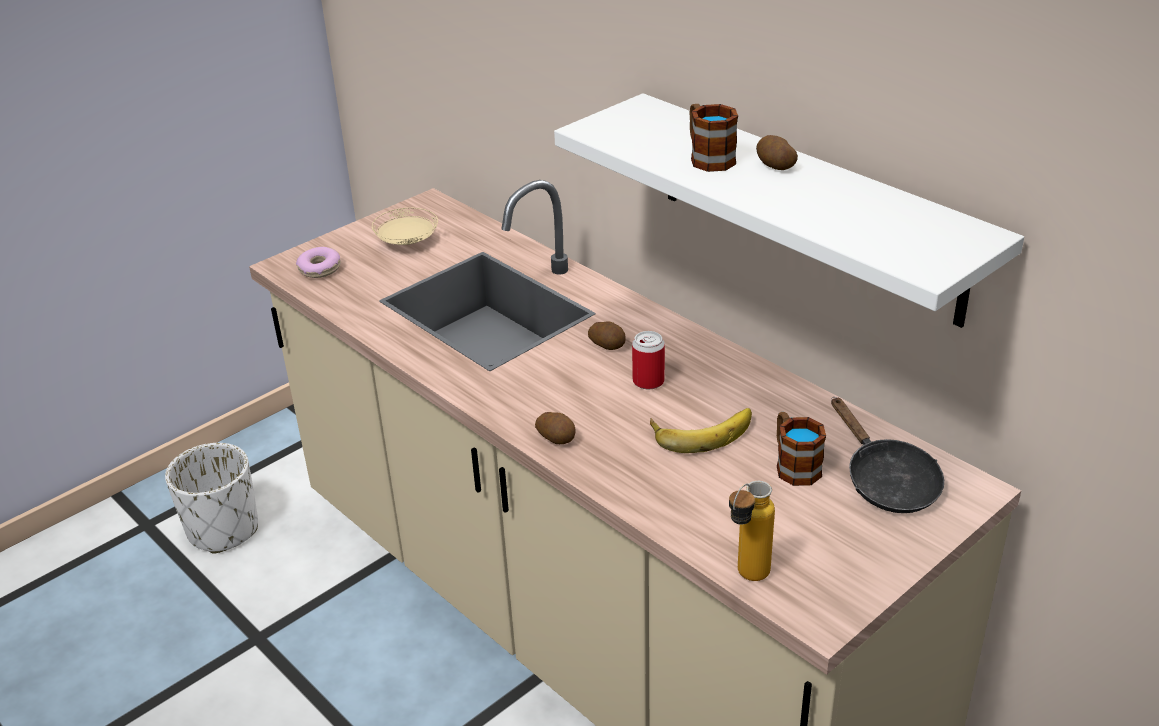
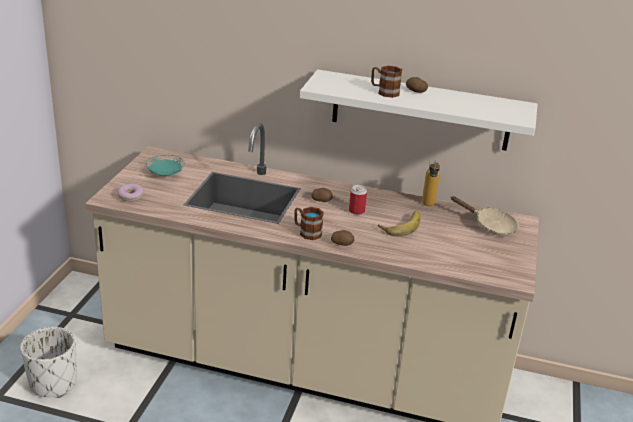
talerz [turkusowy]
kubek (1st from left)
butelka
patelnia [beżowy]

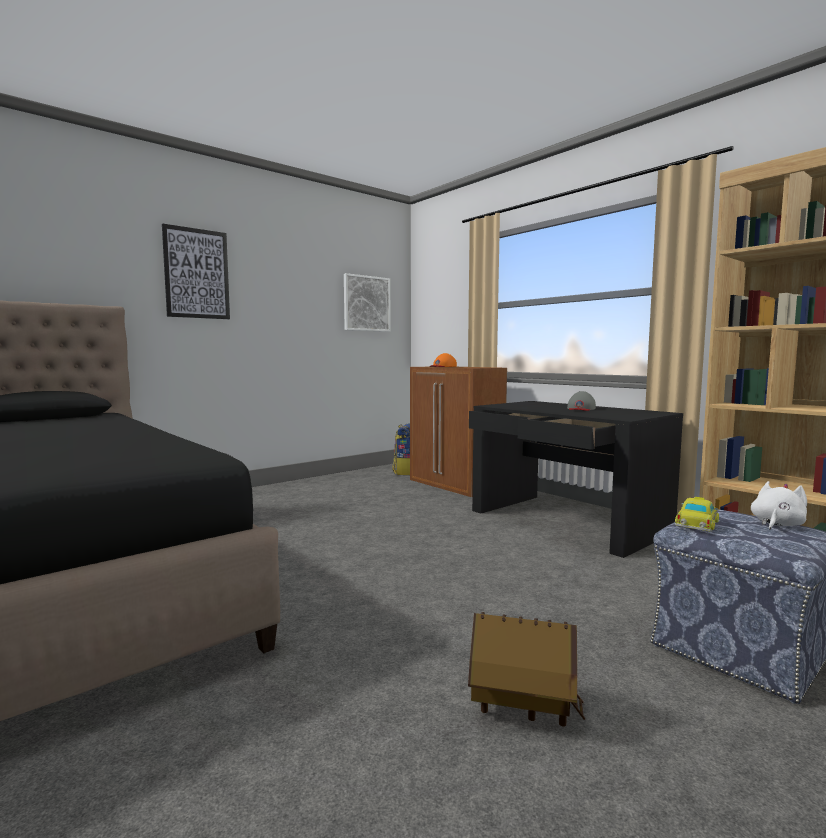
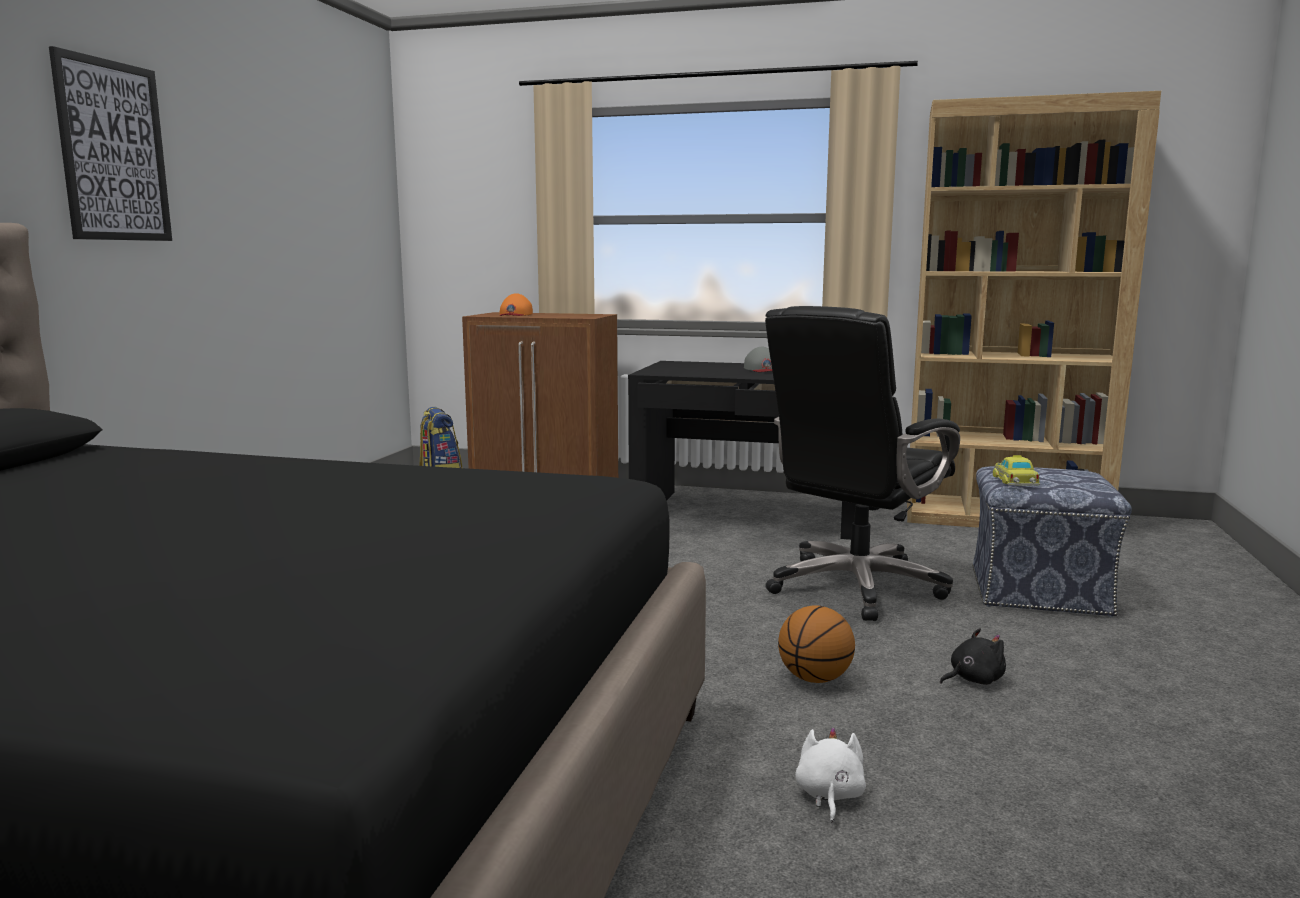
krzesło biurowe [czarny]
piłka do koszykówki
pluszak [biały]
pluszak [czarny]
obraz (2nd from left in the first image)

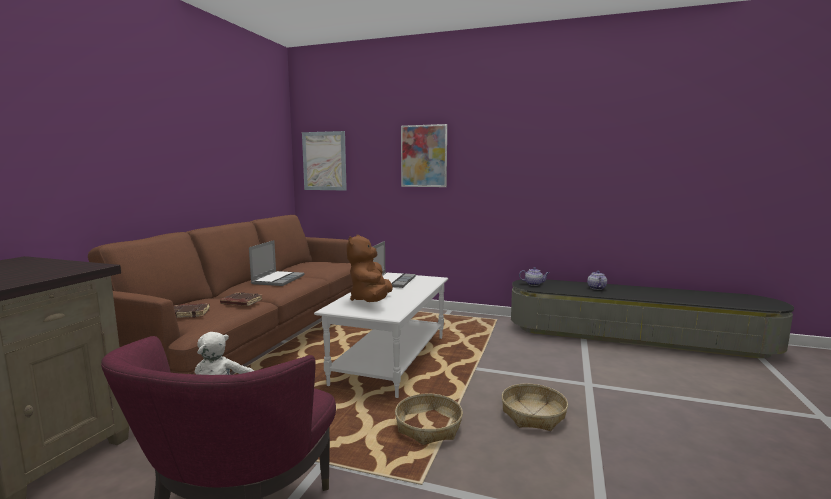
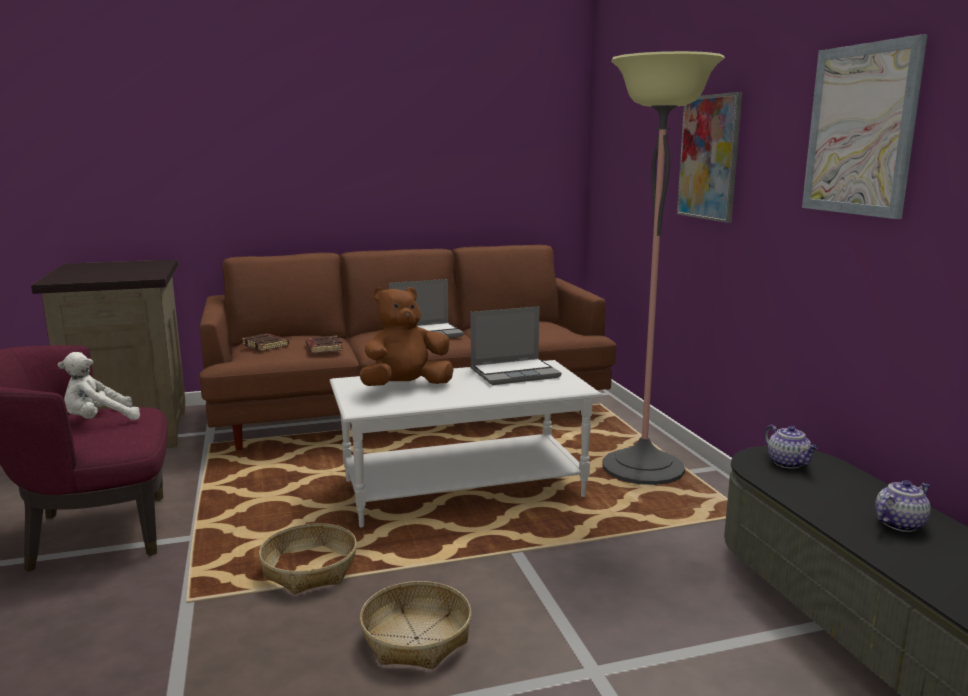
lampa stojąca
obraz (2nd from left)

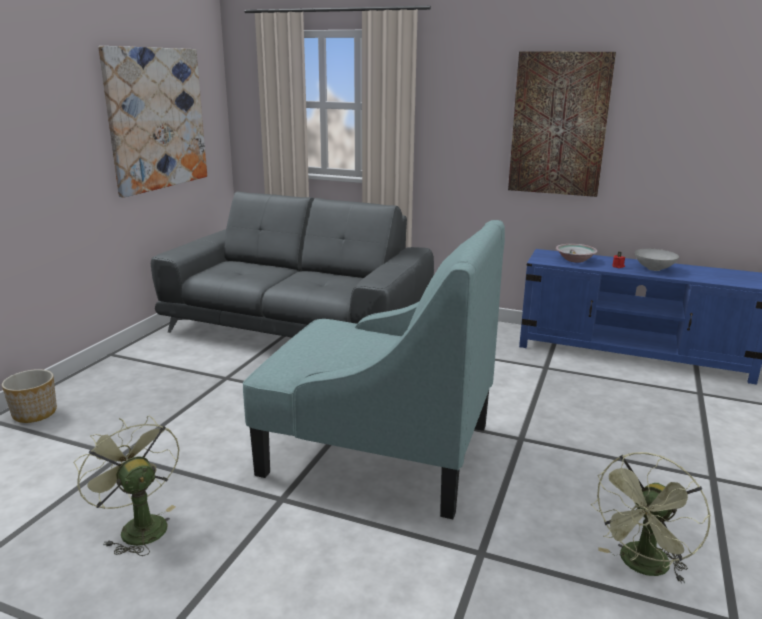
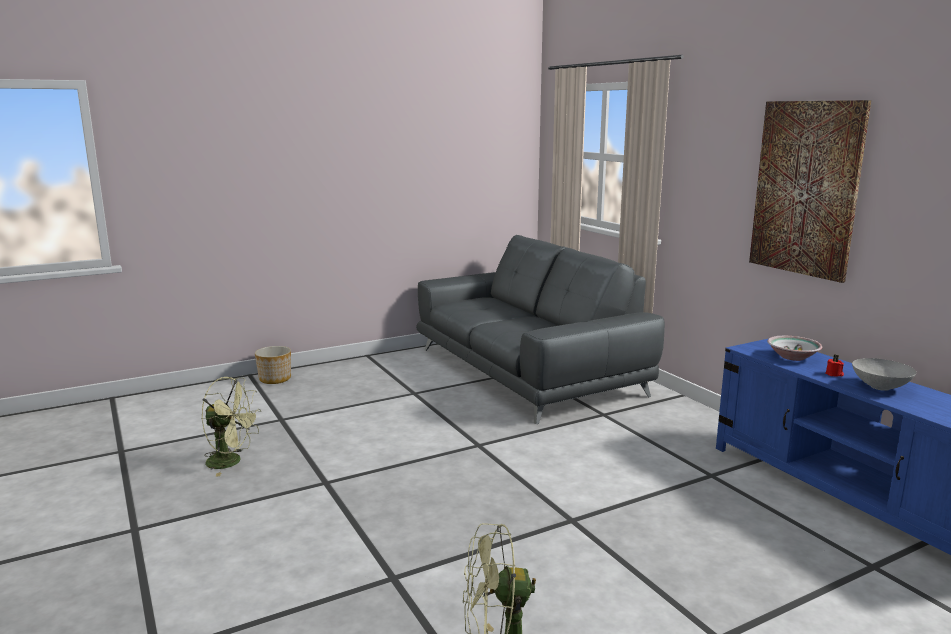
wentylator [zielony] (1st from left)
obraz (1st from left in the first image)
fotel [turkusowy]

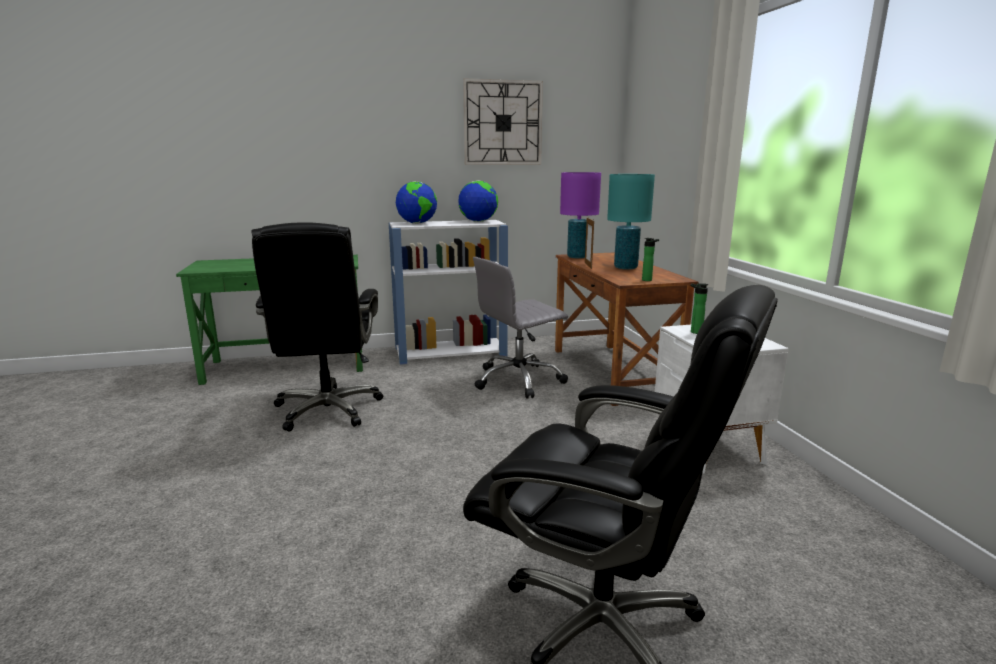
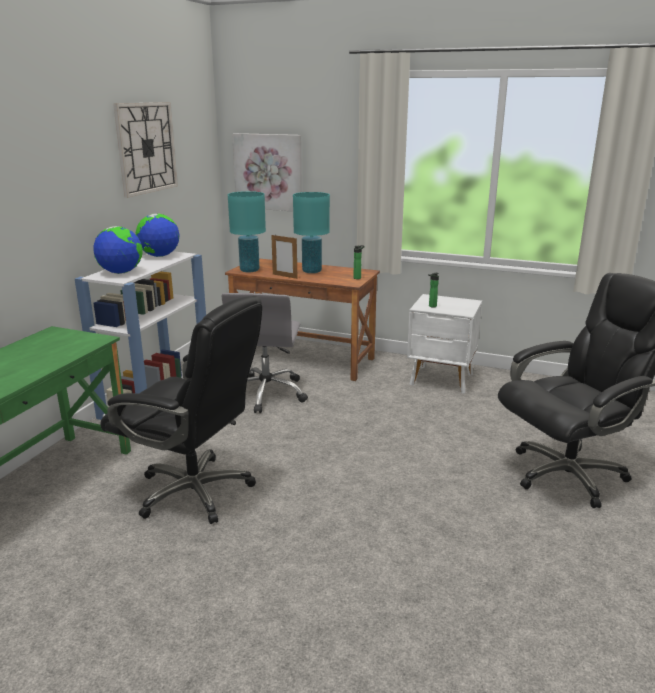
lampa stołowa [turkusowy] (1st from left)
obraz

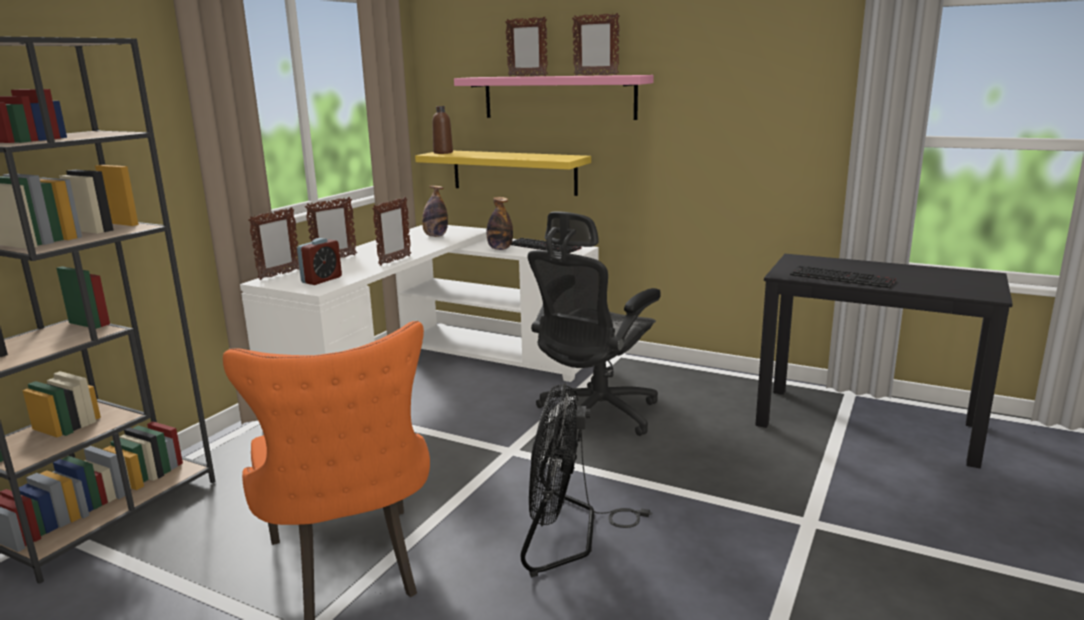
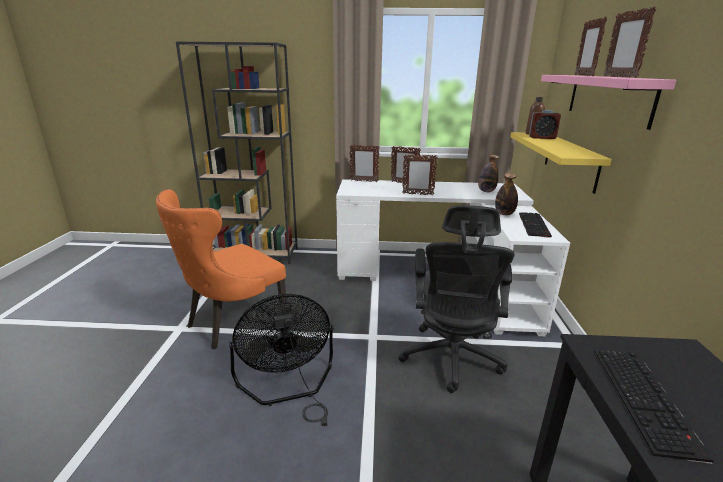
krzesło biurowe
budzik

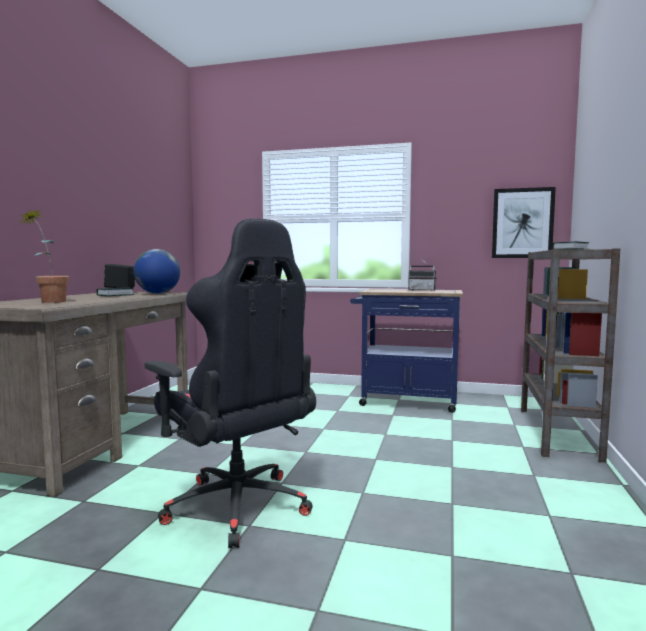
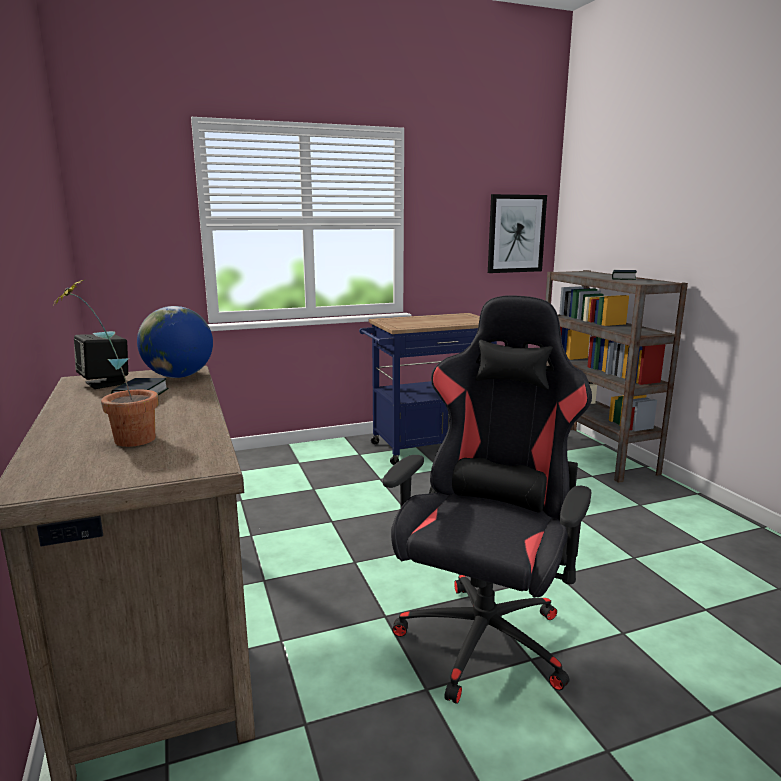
krzesło biurowe [czarny]
radio

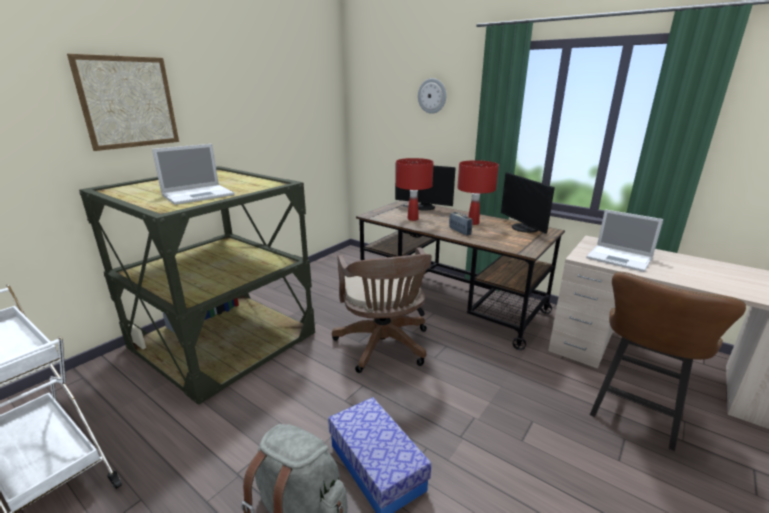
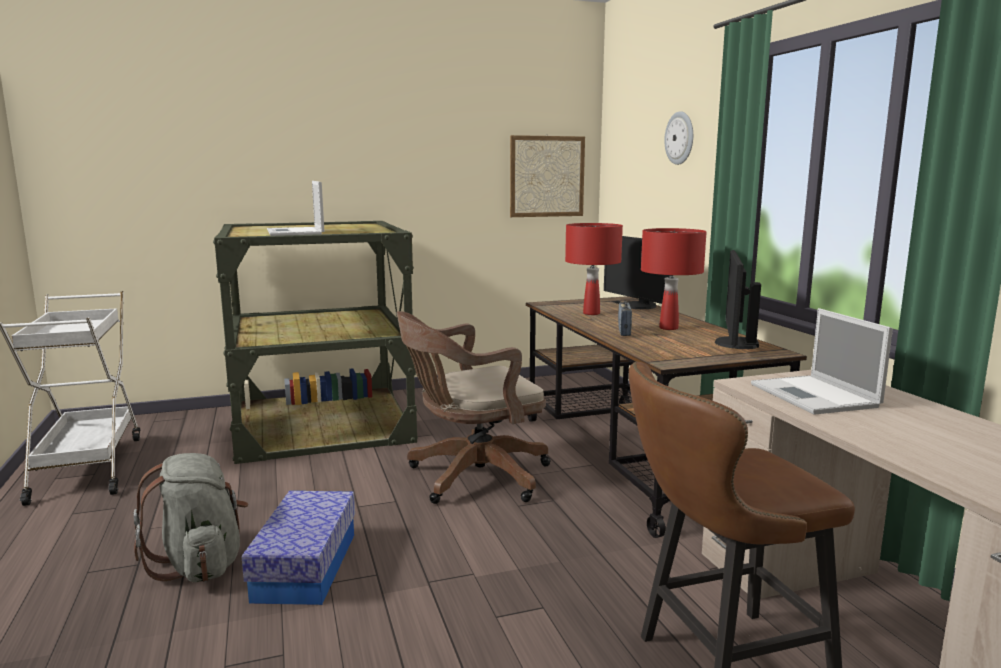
laptop (1st from left)
krzesło biurowe [brązowy]
obraz

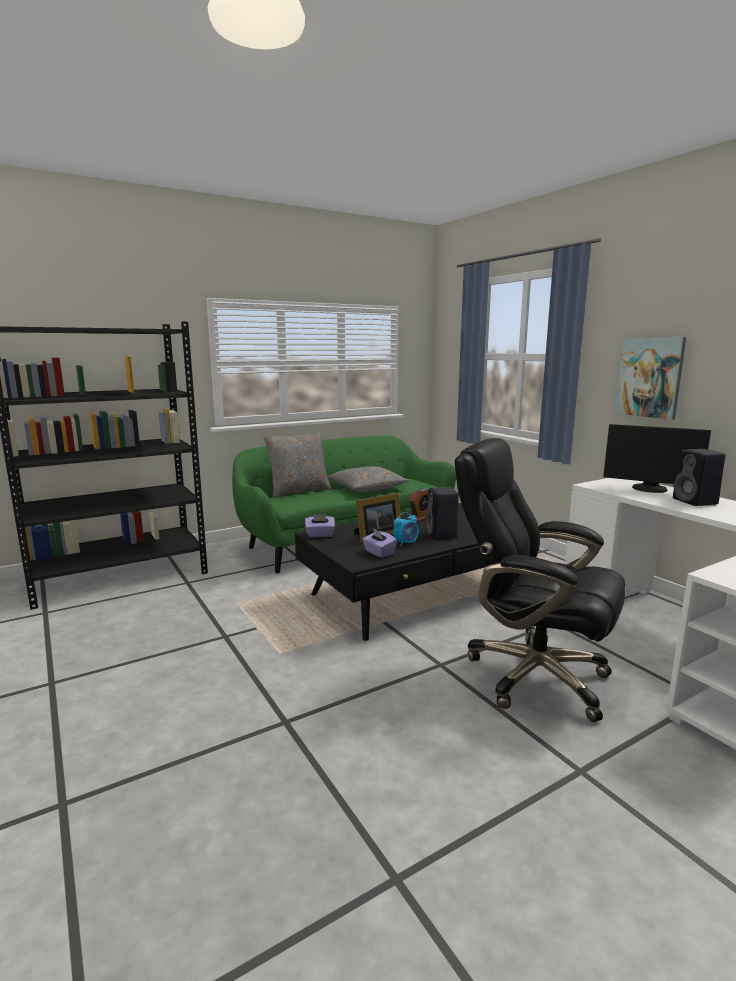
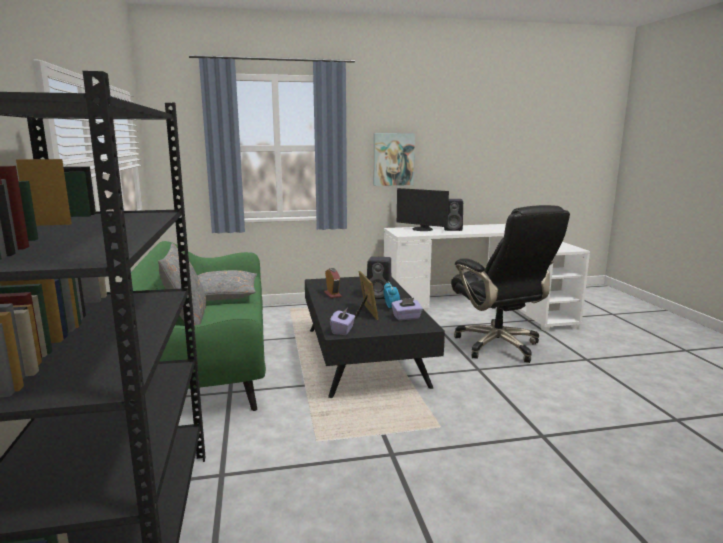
monitor
krzesło biurowe [czarny]

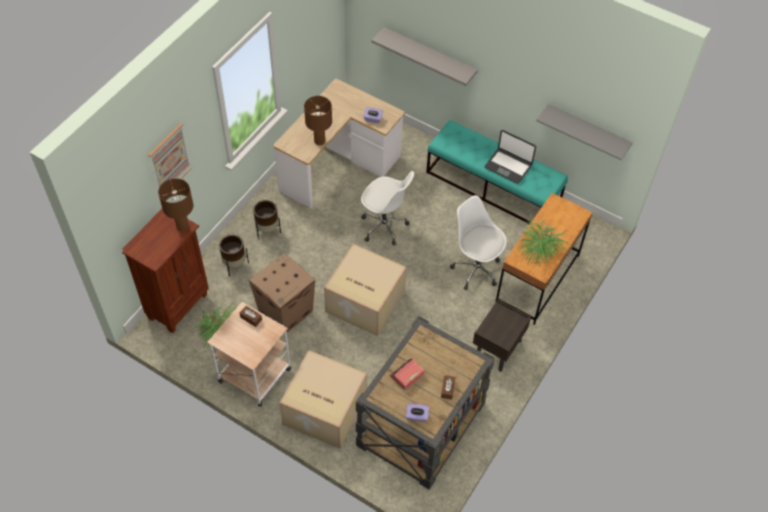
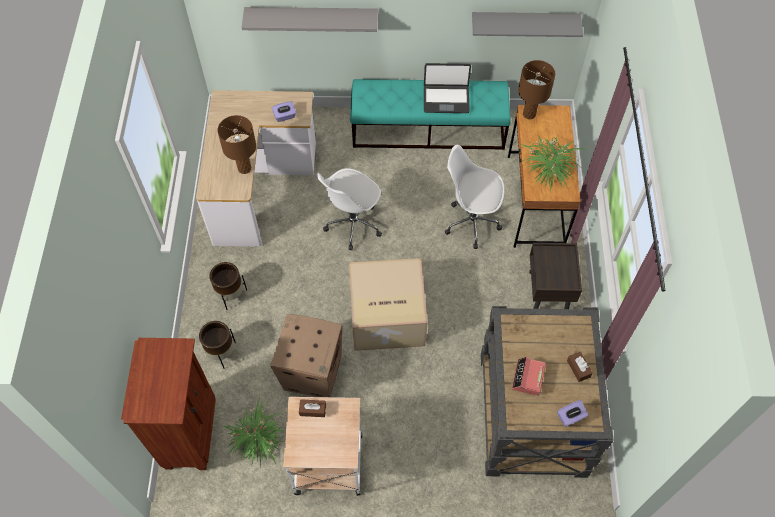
krzesło biurowe [biały] (1st from left)
lampa stołowa [brązowy] (2nd from left)
obraz
karton (2nd from left in the first image)

